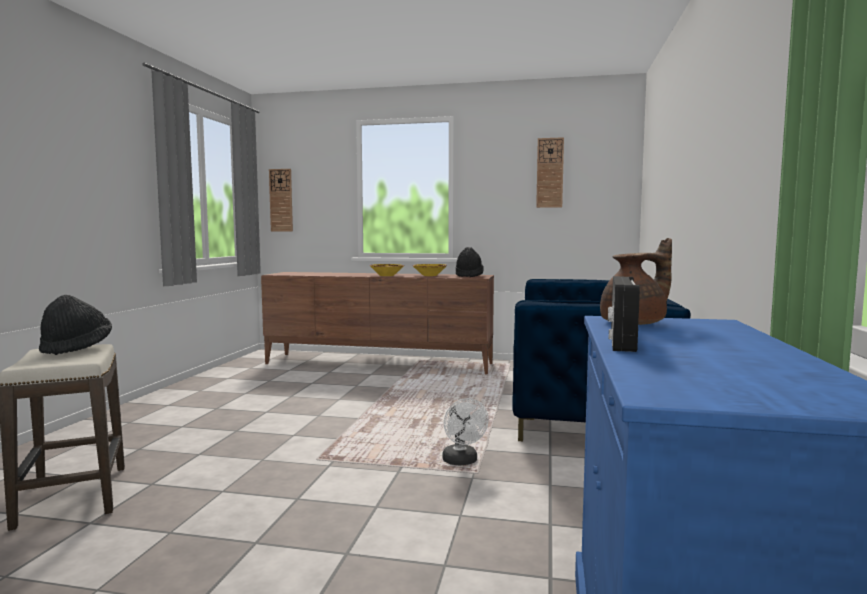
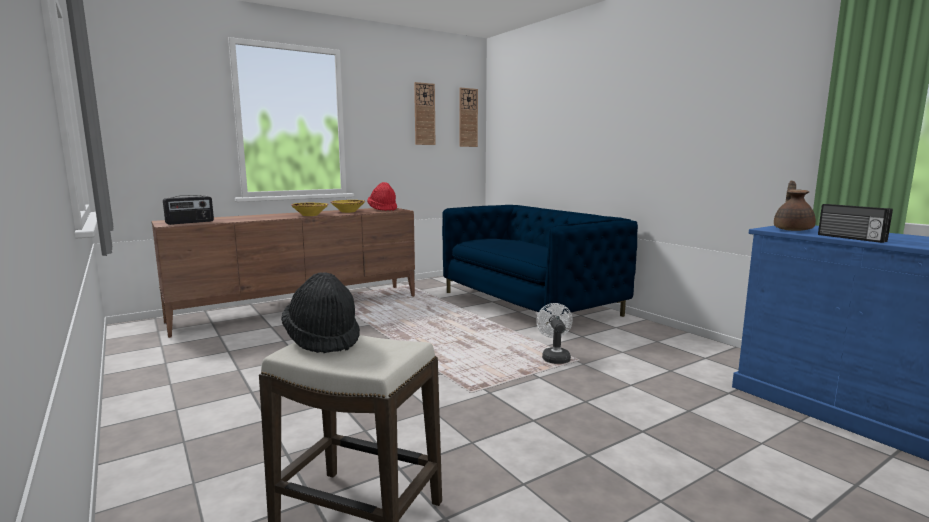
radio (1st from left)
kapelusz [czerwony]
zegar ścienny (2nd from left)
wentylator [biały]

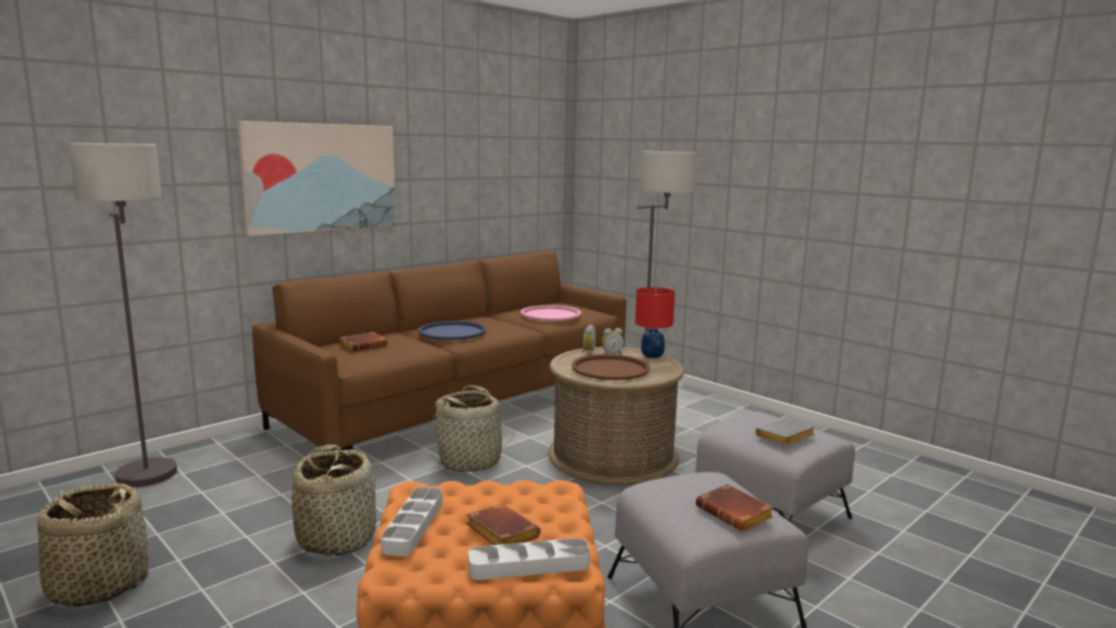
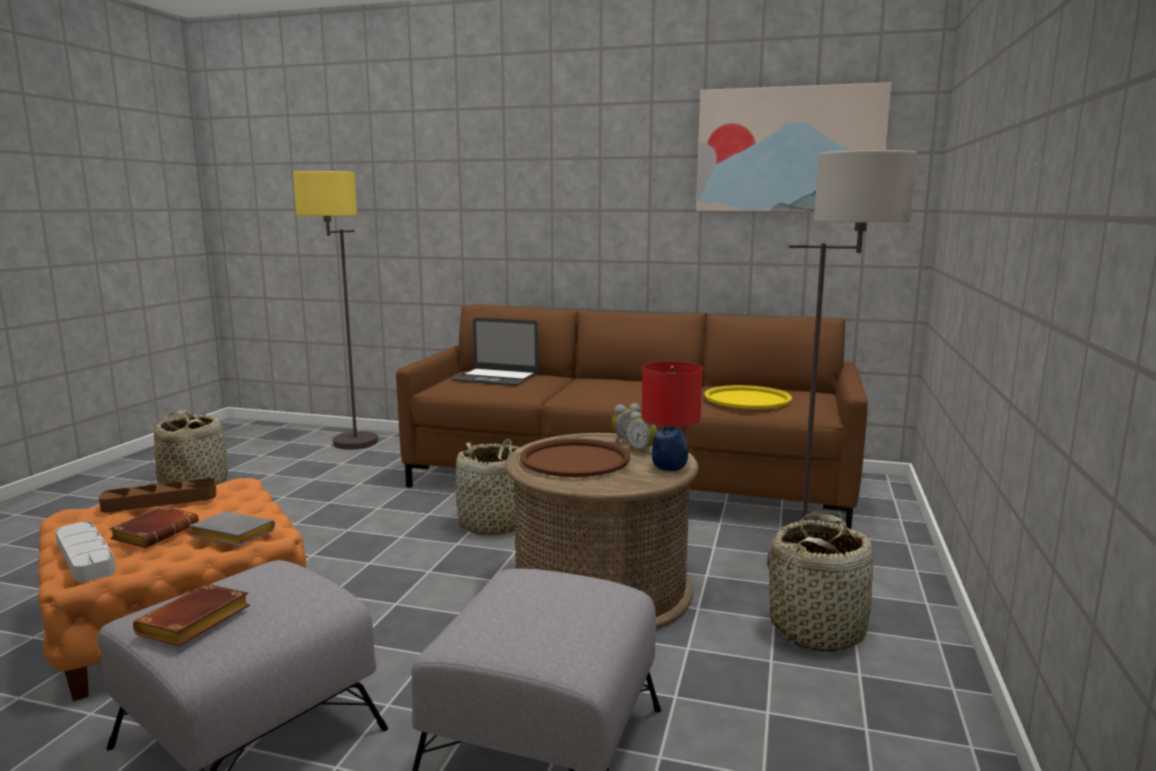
taca [brązowy] (1st from left)
książka [szary]
lampa stojąca [żółty]
laptop
obraz
taca [żółty]
koszyk (3rd from left)
taca [niebieski]

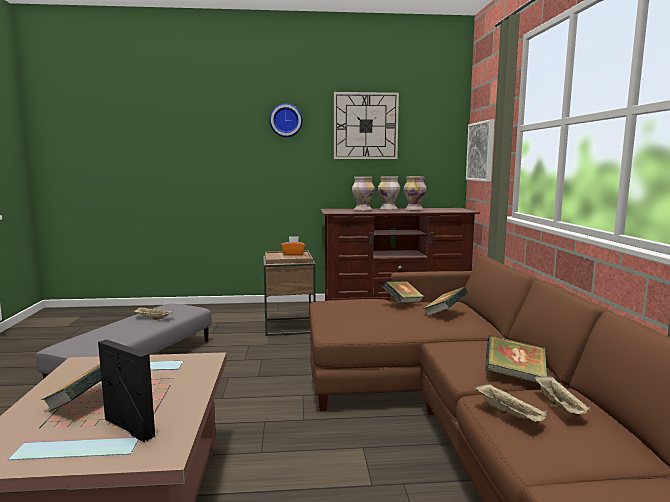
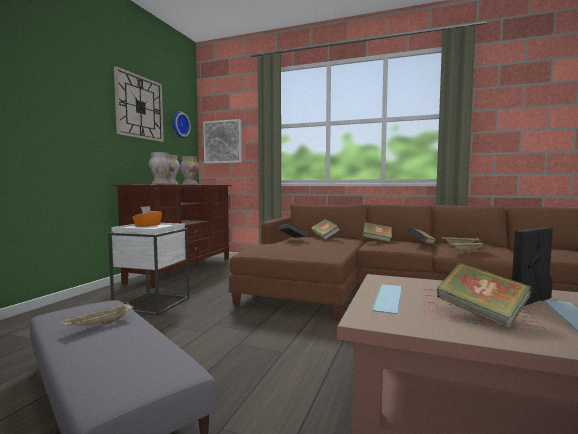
stolik [biały]
zegar ścienny (2nd from left)
książka (3rd from left)

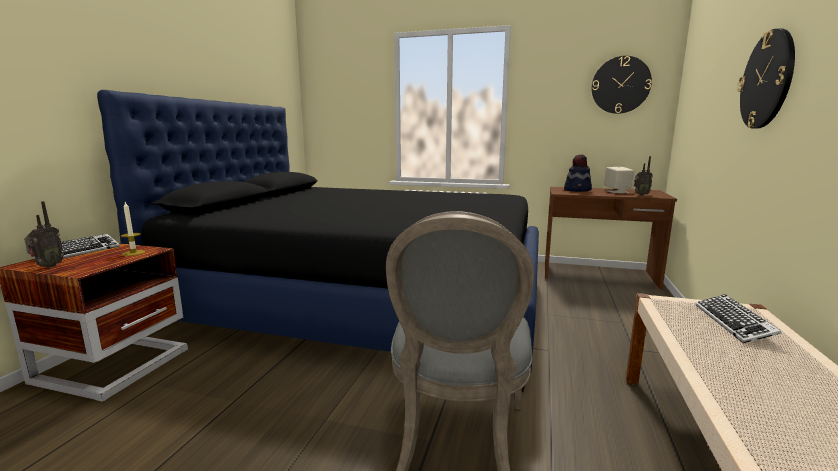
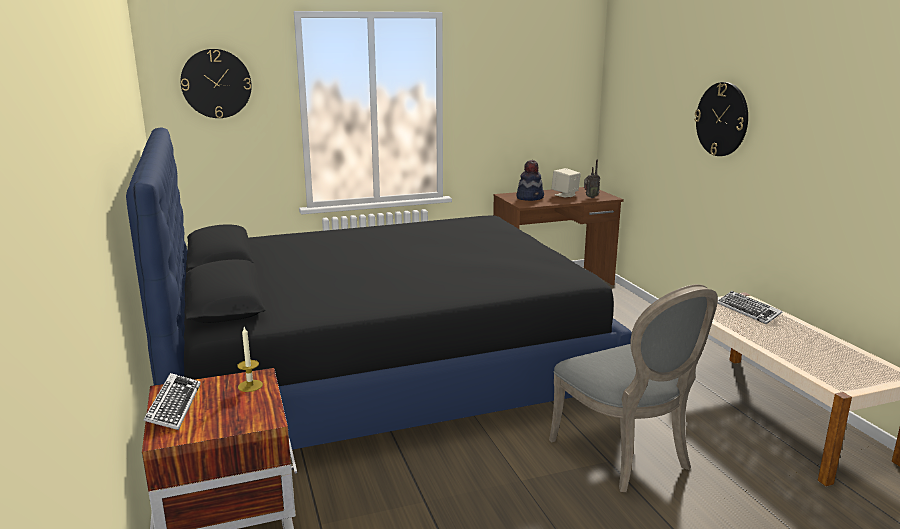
zegar ścienny (1st from left)
radio (1st from left in the first image)

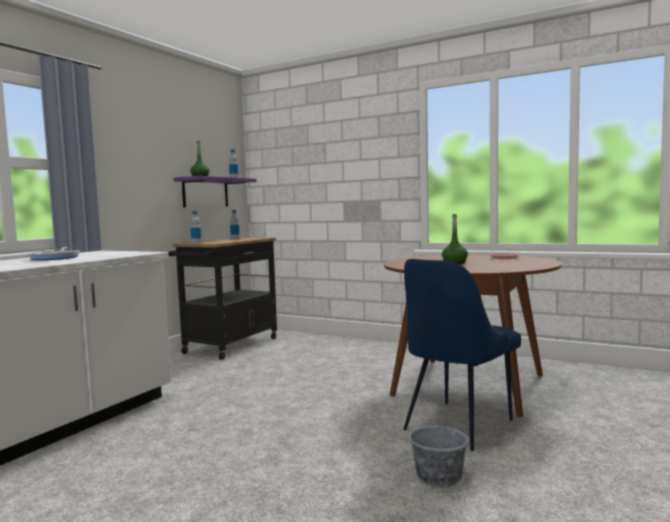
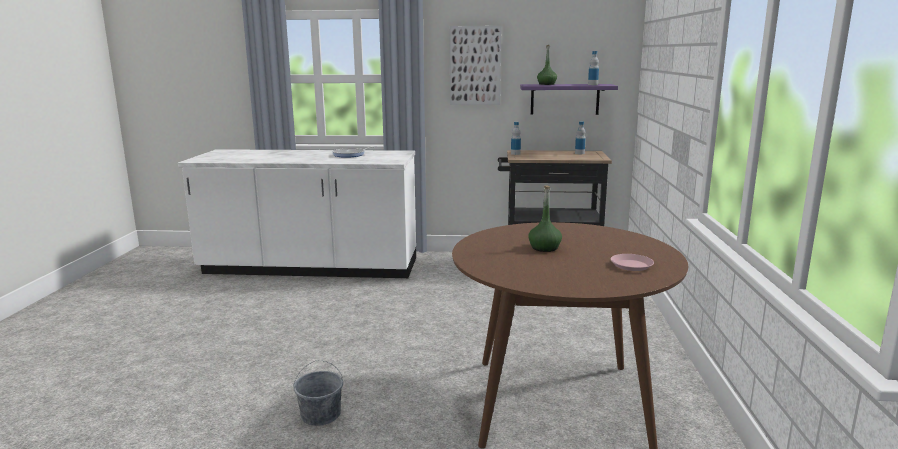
obraz
krzesło [niebieski]

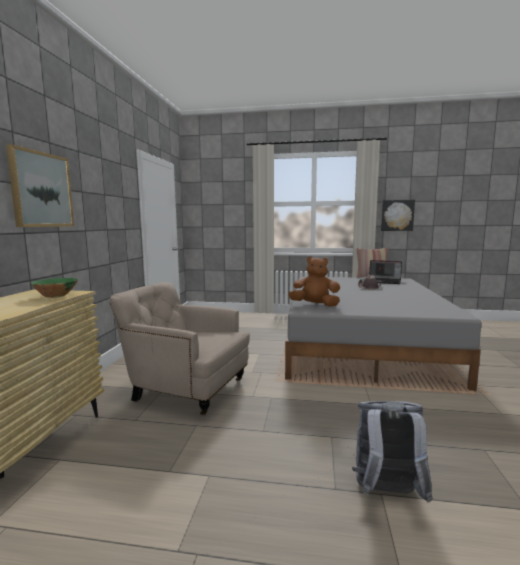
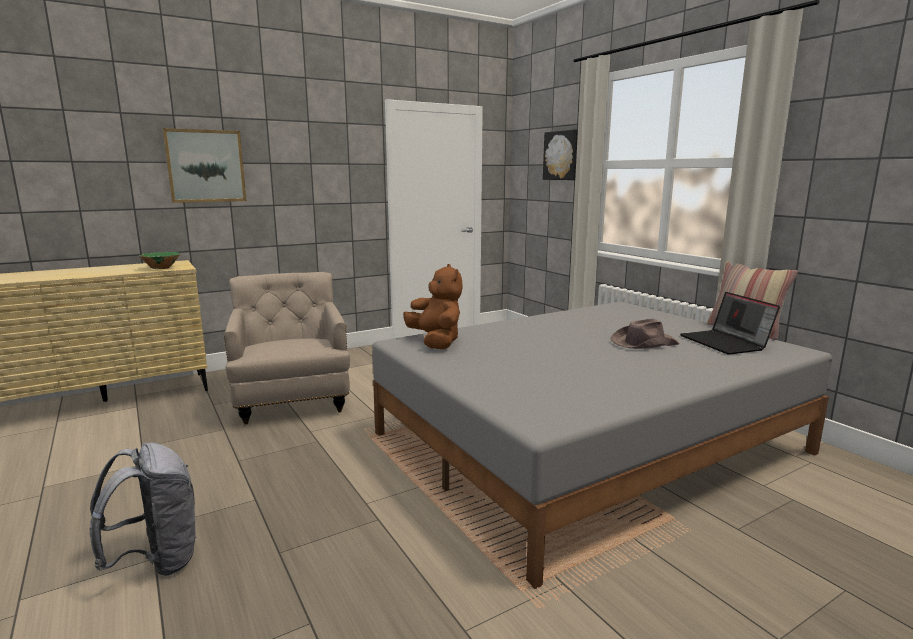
obraz (2nd from left)

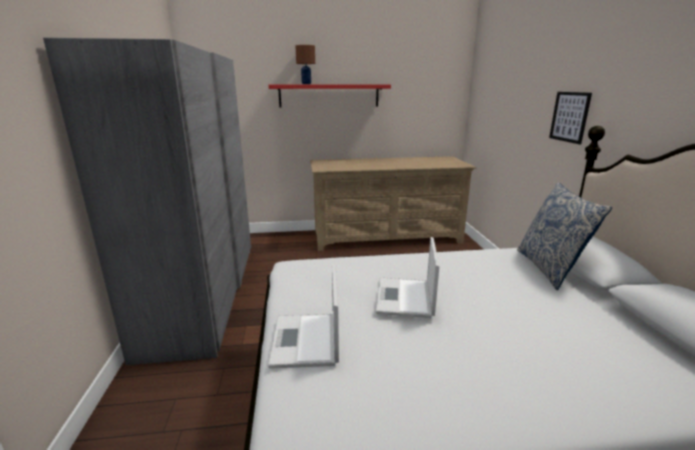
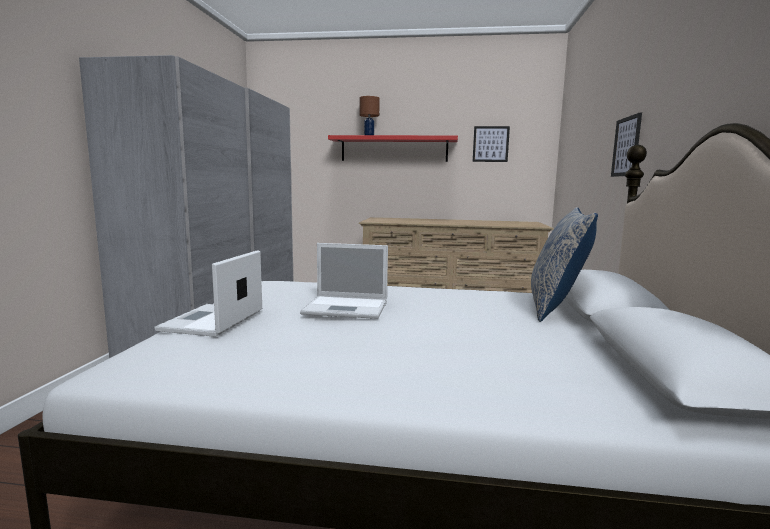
laptop (2nd from left)
obraz (1st from left)

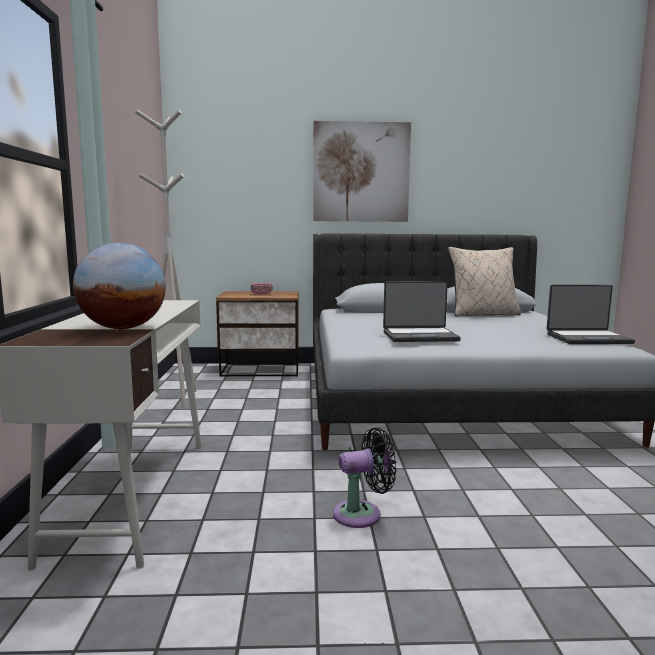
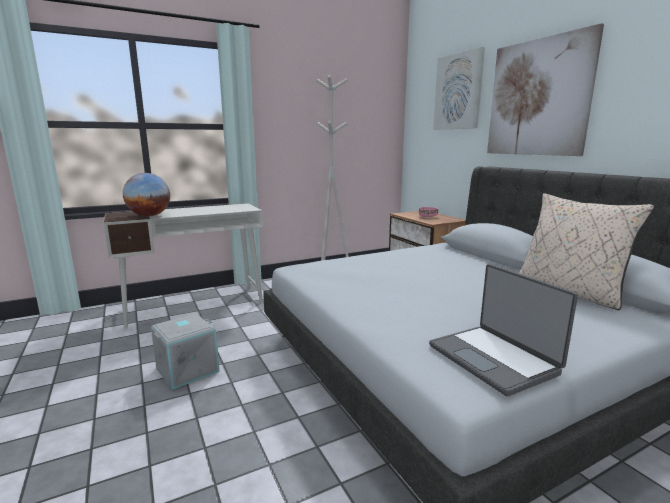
pojemnik do przechowywania [szary]
obraz (1st from left)
laptop (1st from left in the first image)

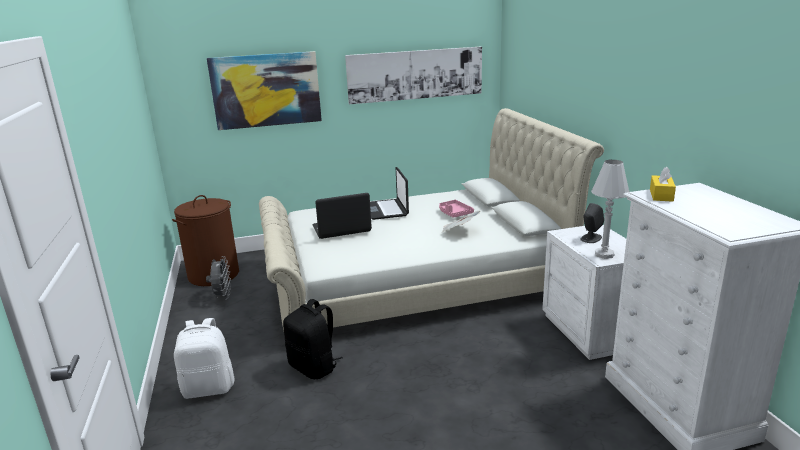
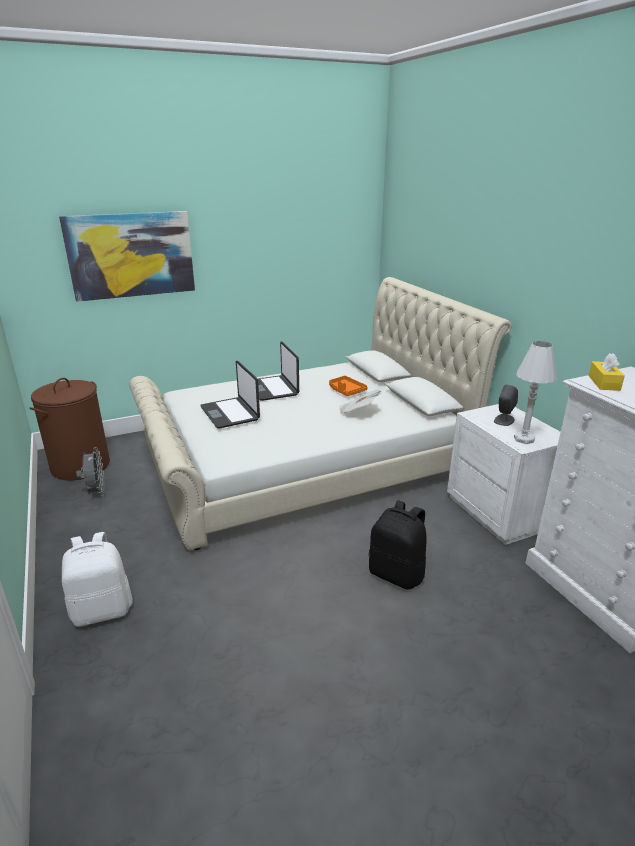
laptop (1st from left)
taca [pomarańczowy]
plecak [czarny]
obraz (2nd from left in the first image)

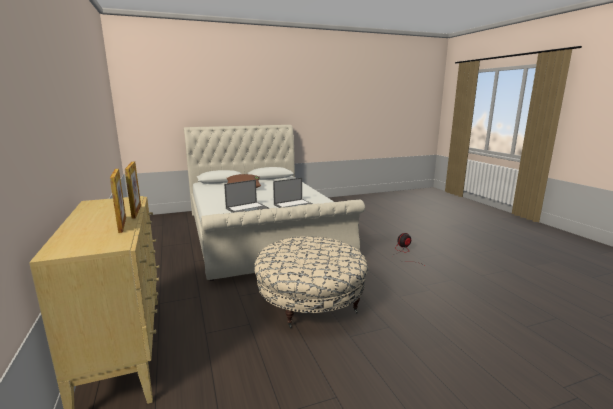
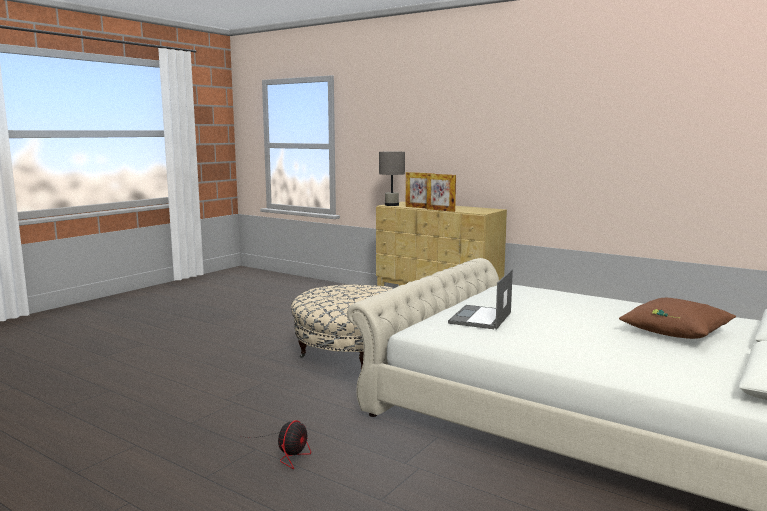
lampa stołowa [szary]
laptop (1st from left in the first image)

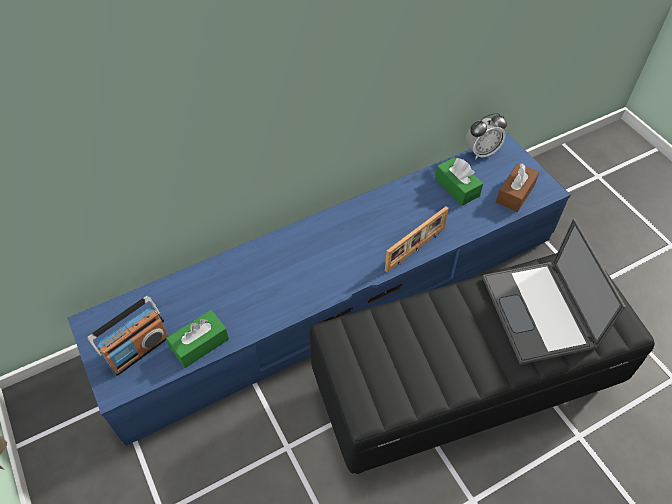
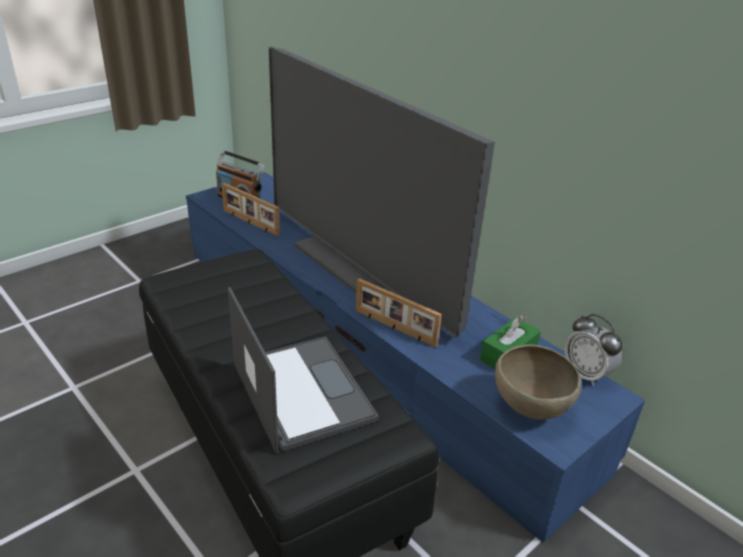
ramka na zdjęcie (1st from left)
laptop
telewizor
miska [brązowy]

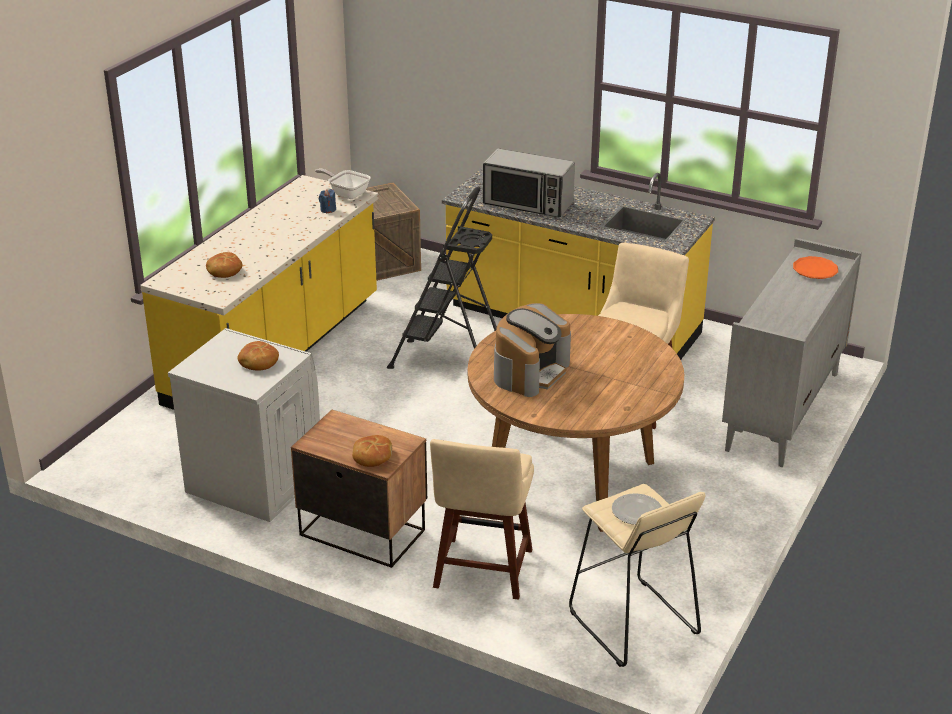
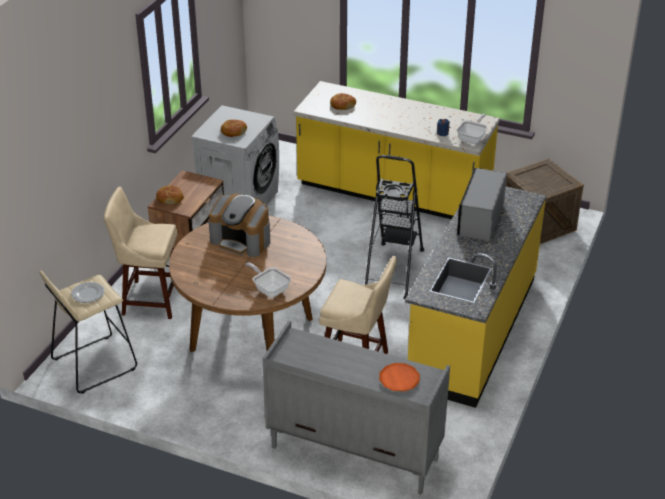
patelnia (1st from left)

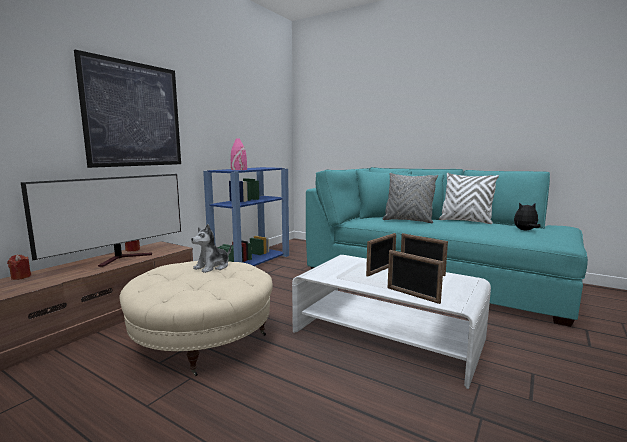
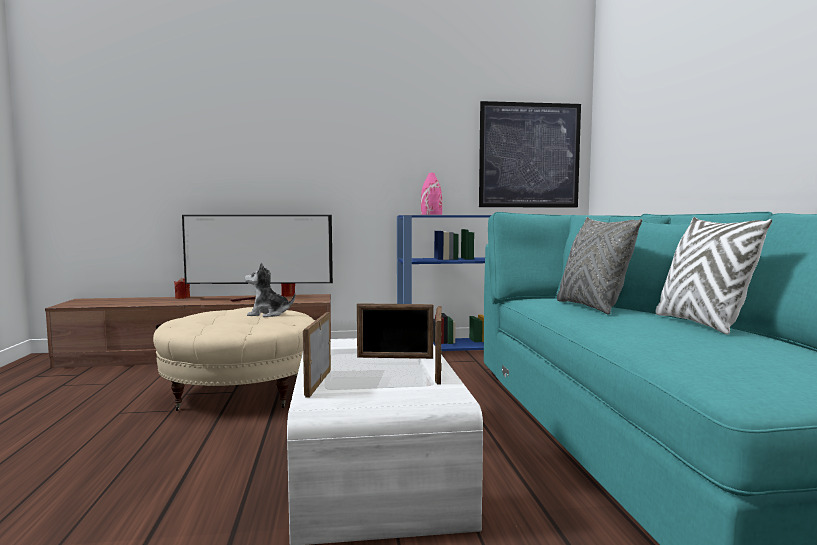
obraz
pluszak (2nd from left in the first image)

